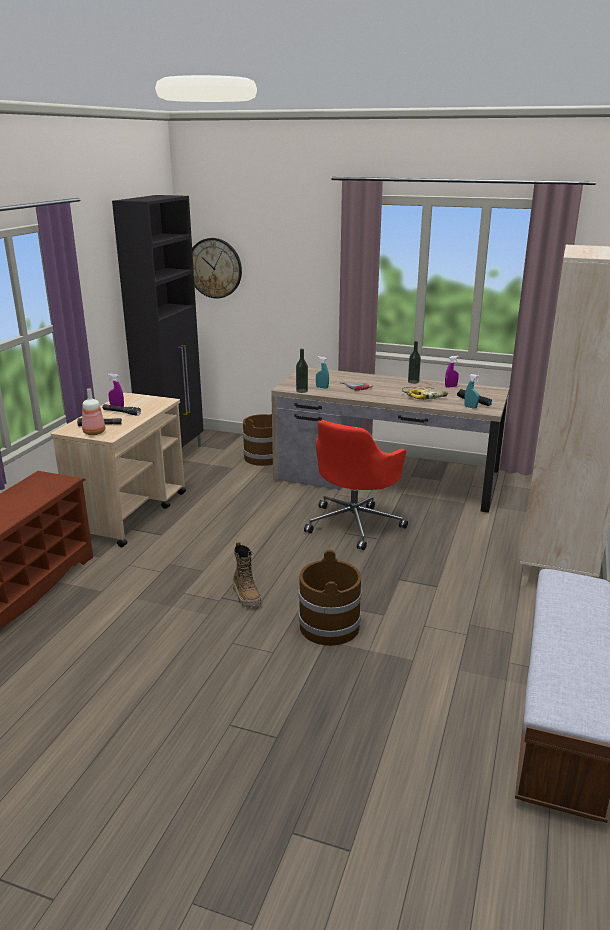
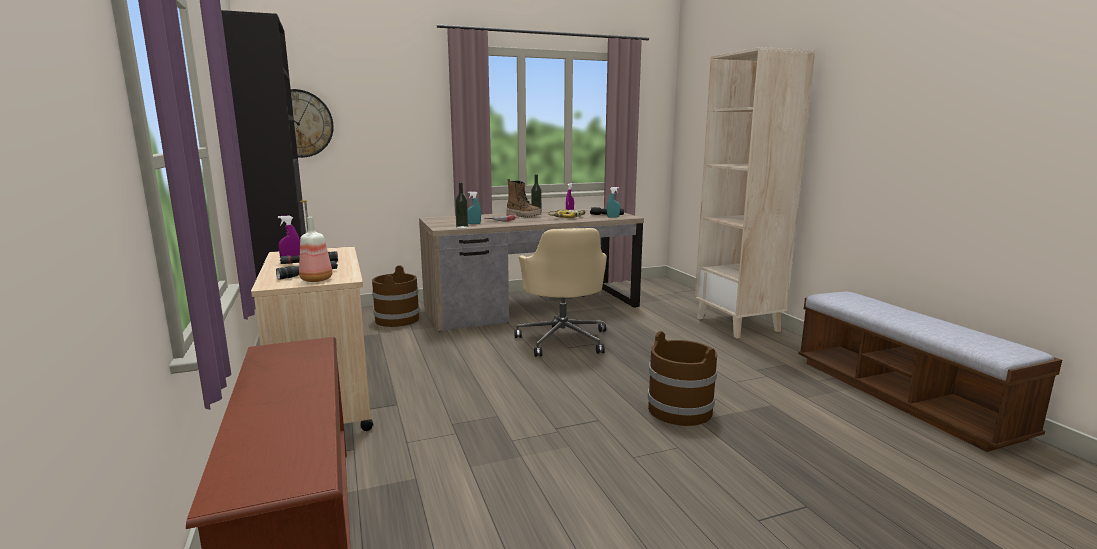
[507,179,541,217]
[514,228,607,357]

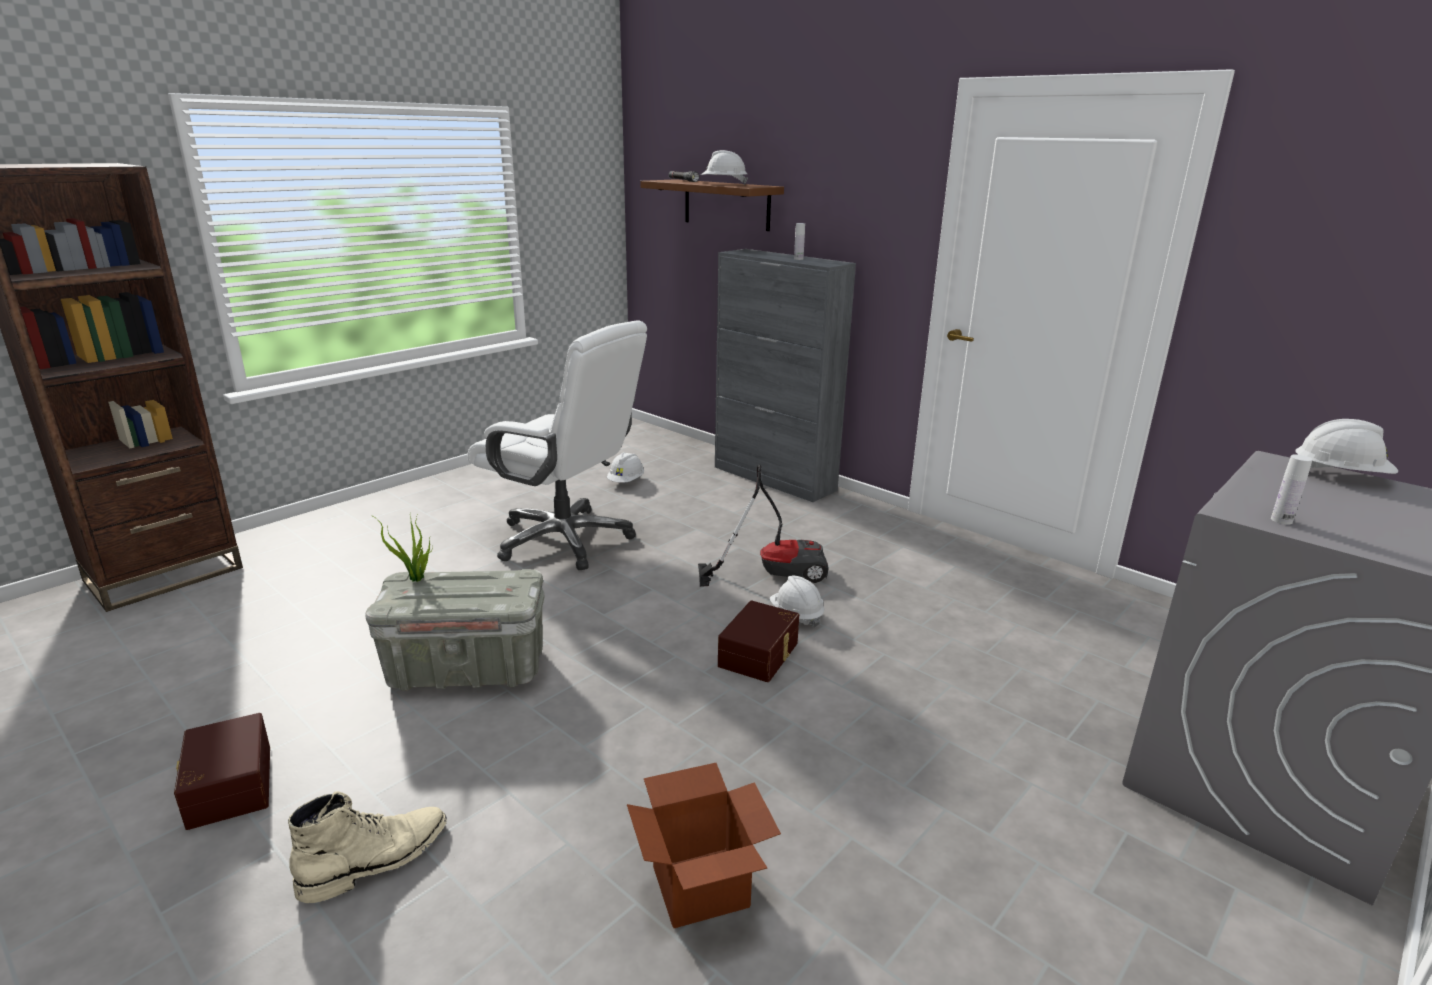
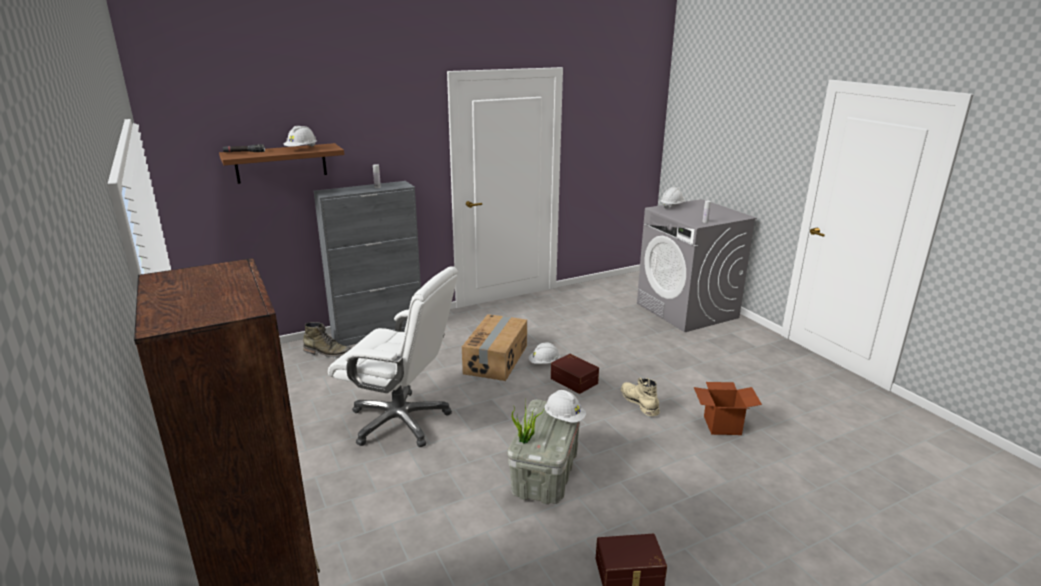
[303,322,351,357]
[328,266,458,447]
[462,314,527,381]
[545,390,586,423]
[621,378,660,416]

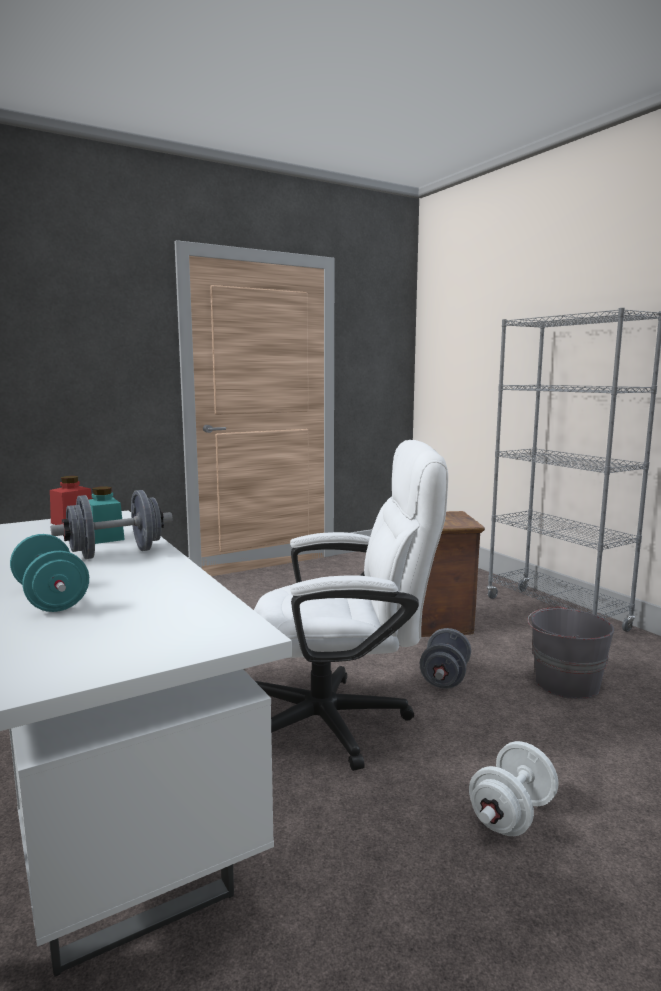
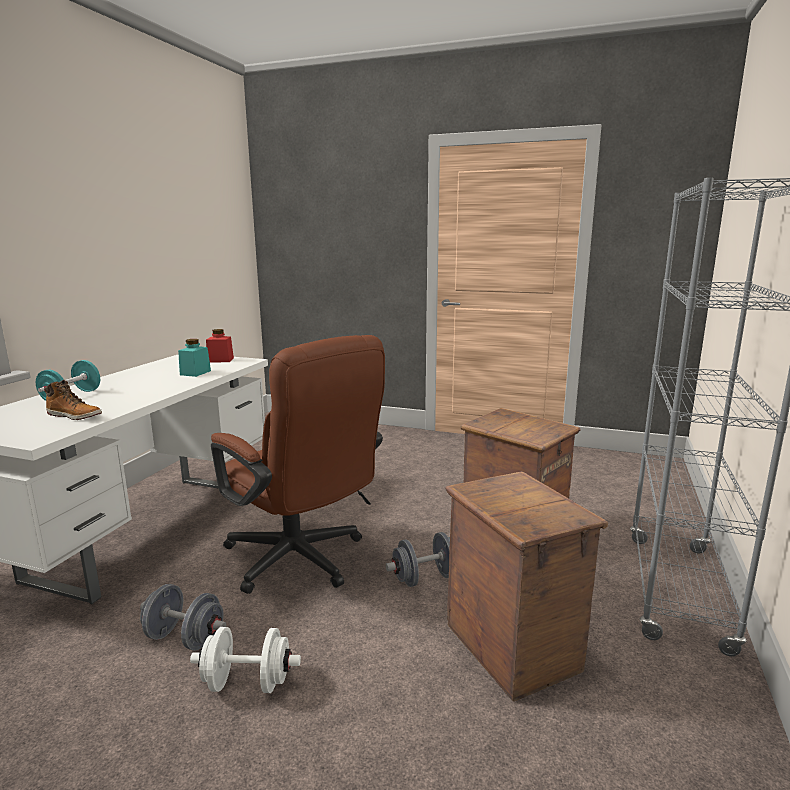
[44,380,102,420]
[140,584,226,650]
[211,335,385,594]
[445,472,608,701]

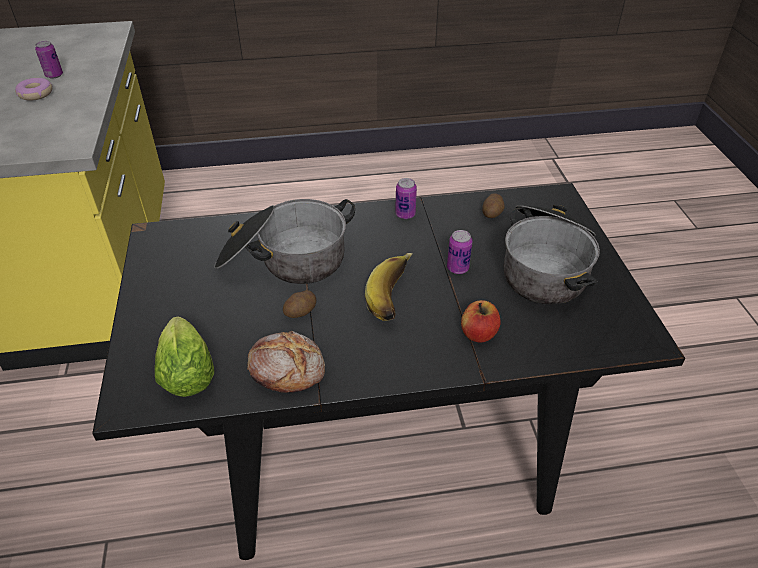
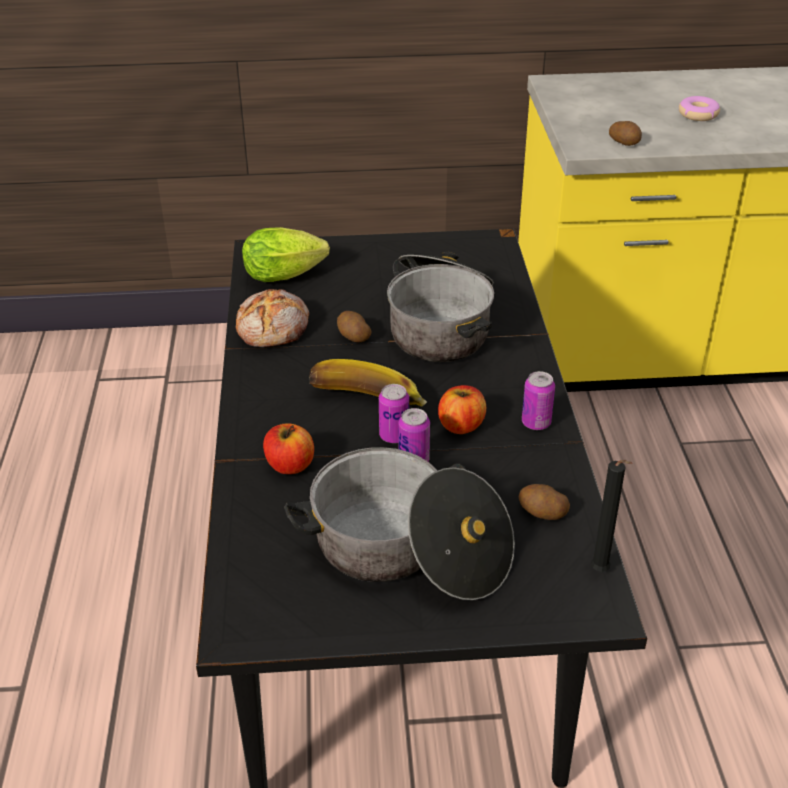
[379,384,409,443]
[438,385,486,434]
[591,460,632,572]
[609,121,642,146]

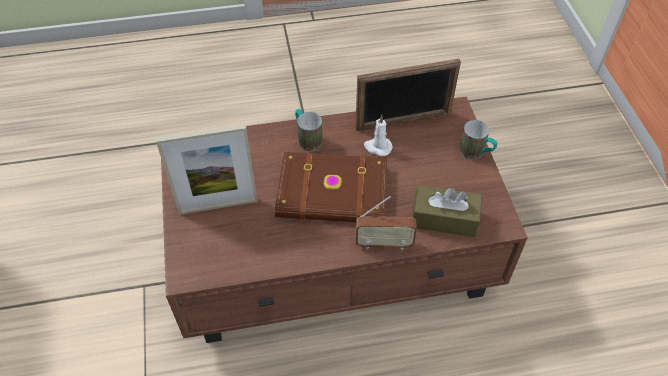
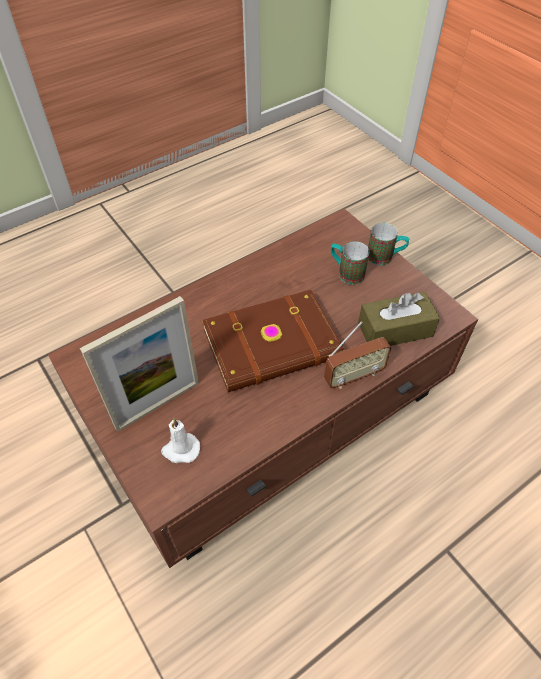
[161,418,200,463]
[331,241,369,285]
[355,59,461,131] (first image)

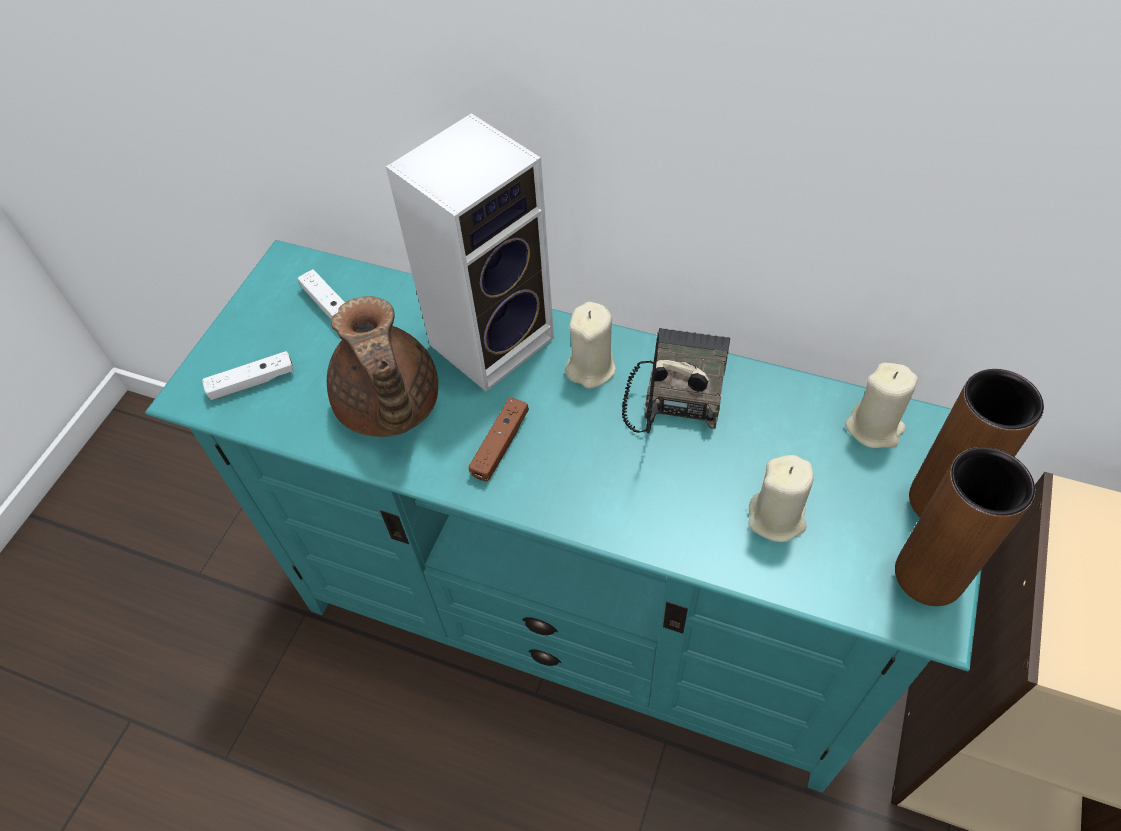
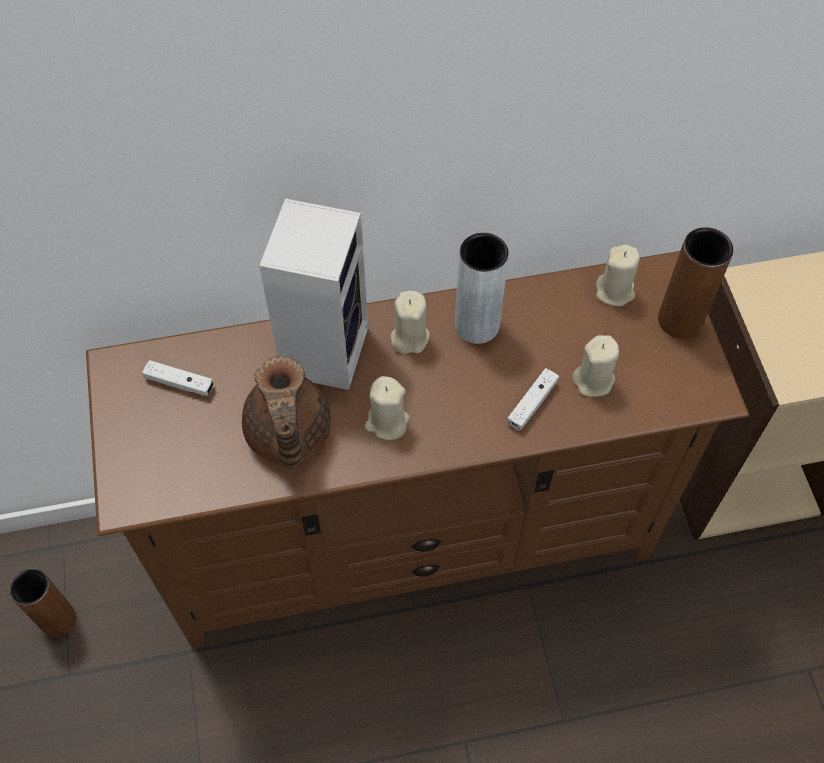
[9,568,76,637]
[86,251,749,648]
[242,356,331,469]
[365,376,409,440]
[455,233,509,344]
[507,368,559,431]

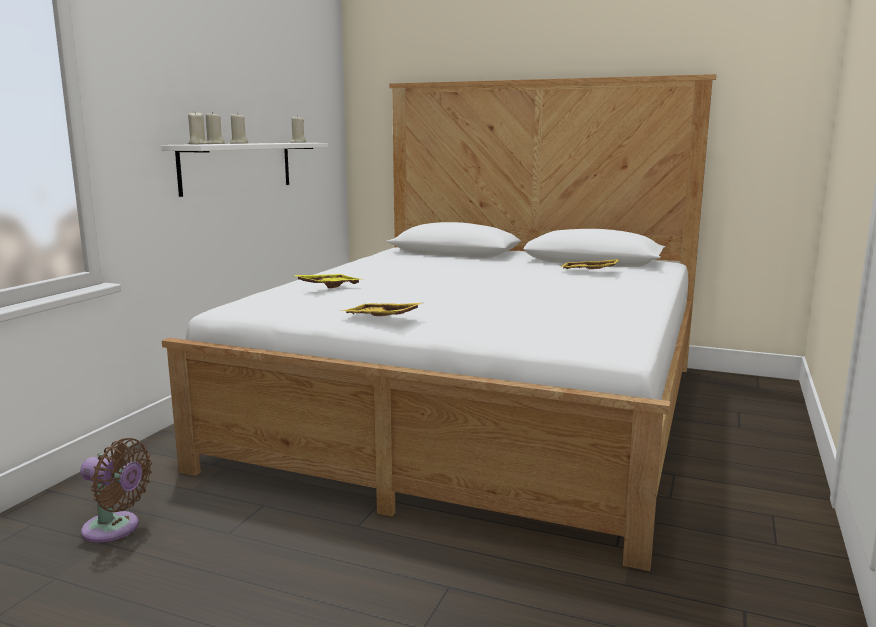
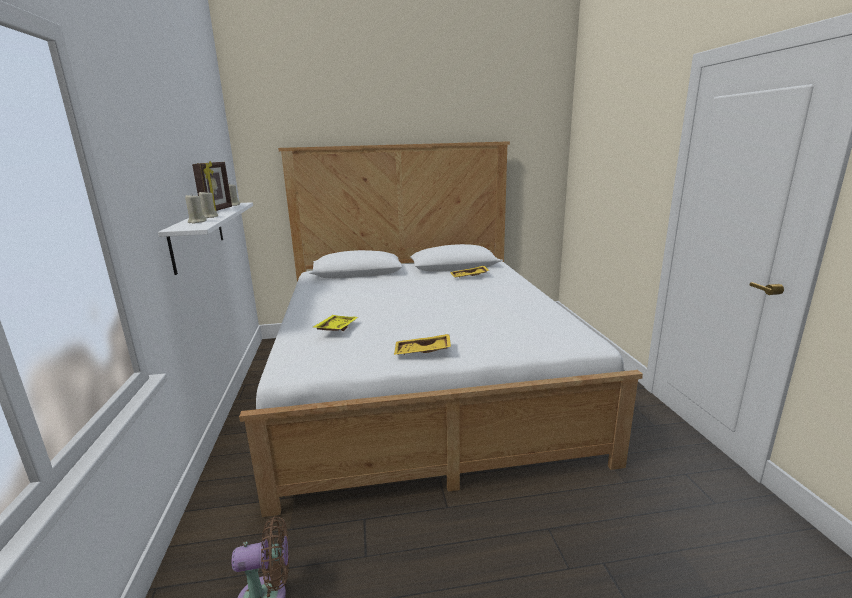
[192,161,232,211]
[188,113,207,144] (first image)

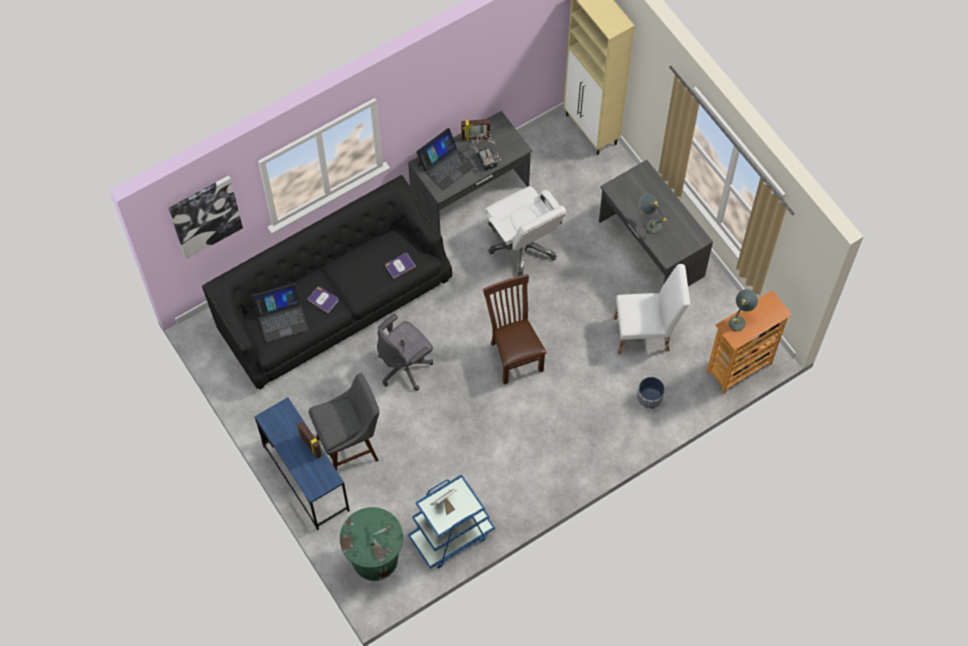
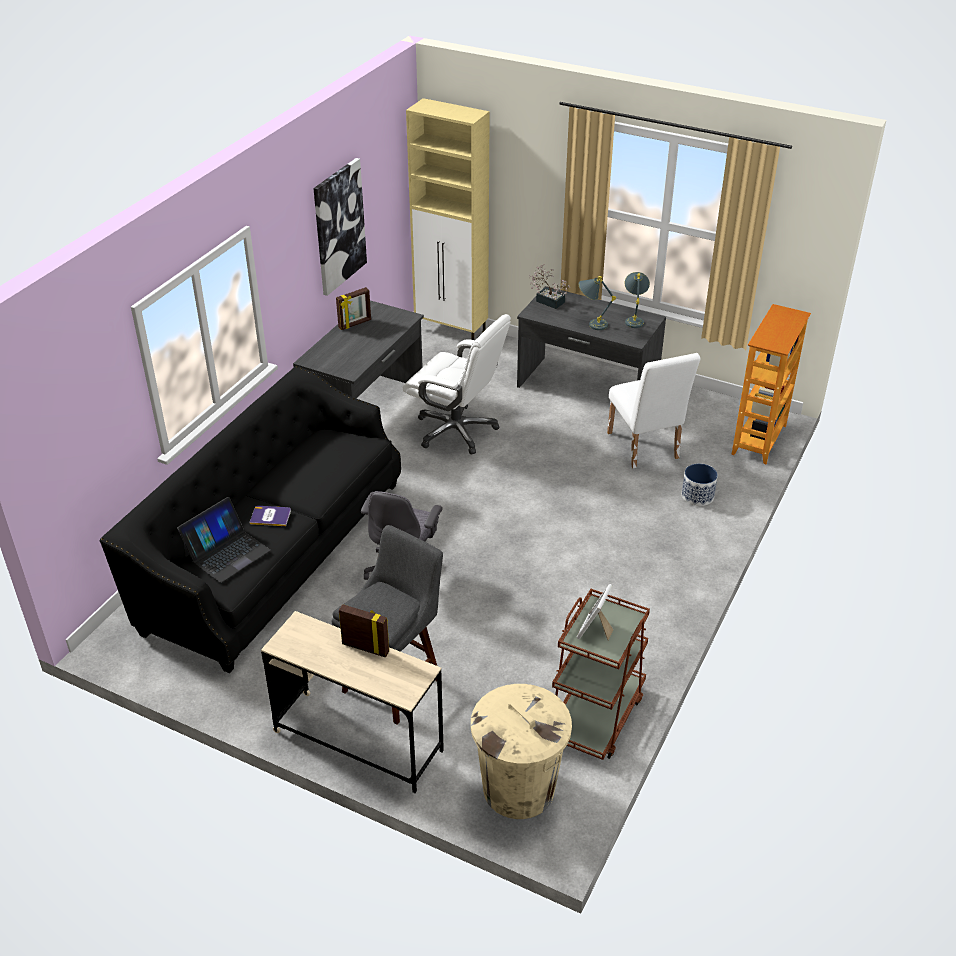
[261,611,444,793]
[313,158,367,296]
[471,684,572,819]
[529,264,571,309]
[552,589,650,760]
[607,353,701,468]
[624,272,650,328]
[385,253,416,279] (first image)
[416,128,475,190] (first image)
[483,274,547,384] (first image)

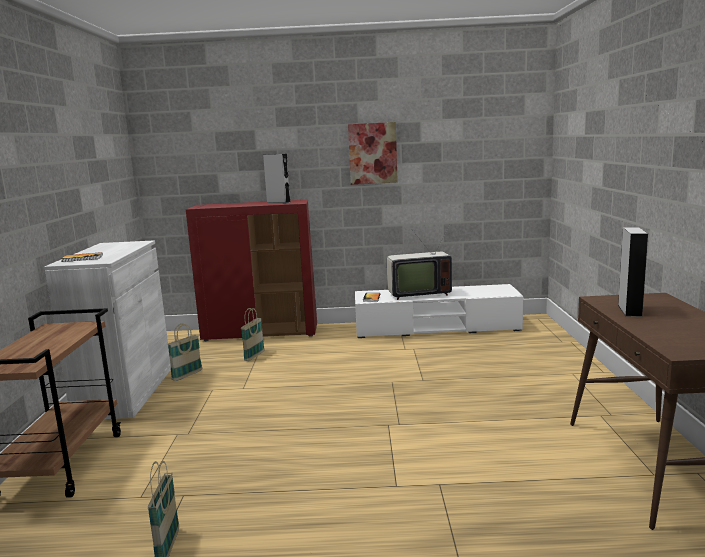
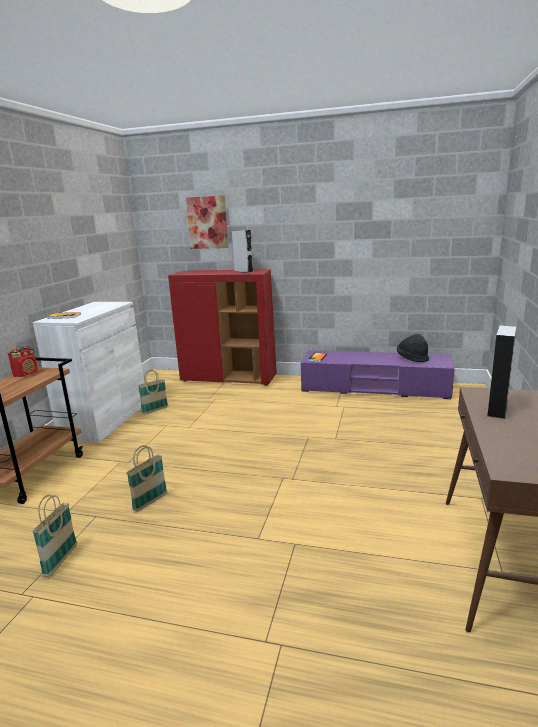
[8,346,38,377]
[126,445,167,512]
[186,195,228,249]
[301,350,454,399]
[397,334,429,363]
[387,224,452,300] (first image)

